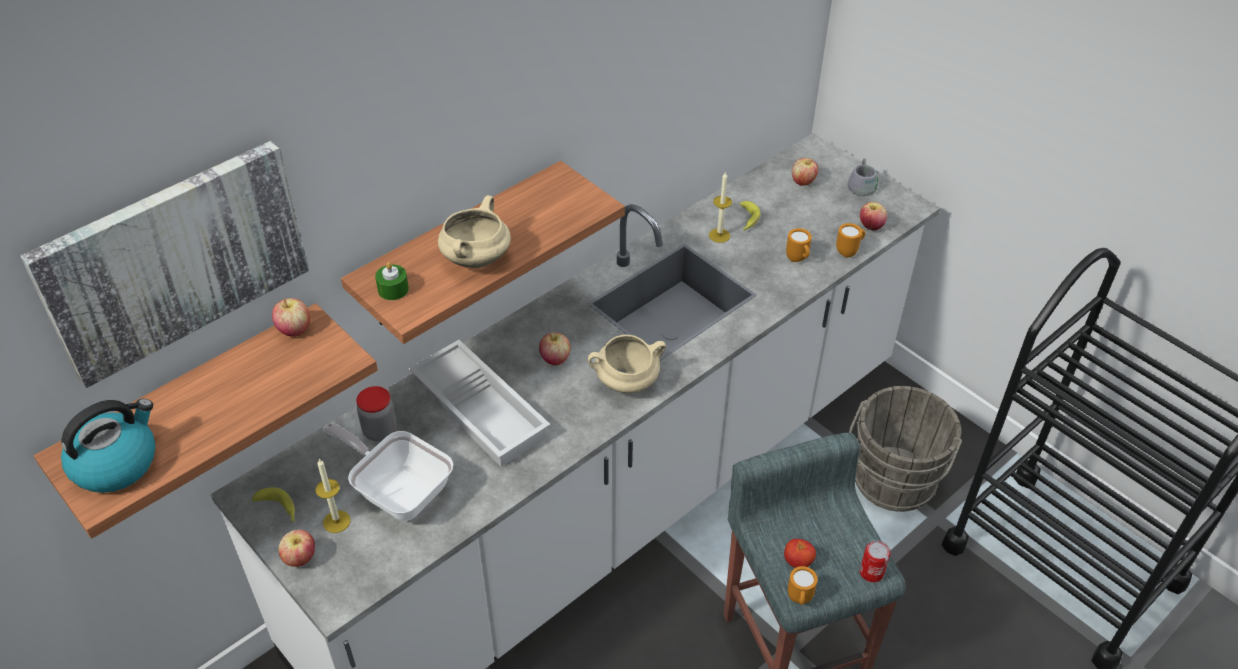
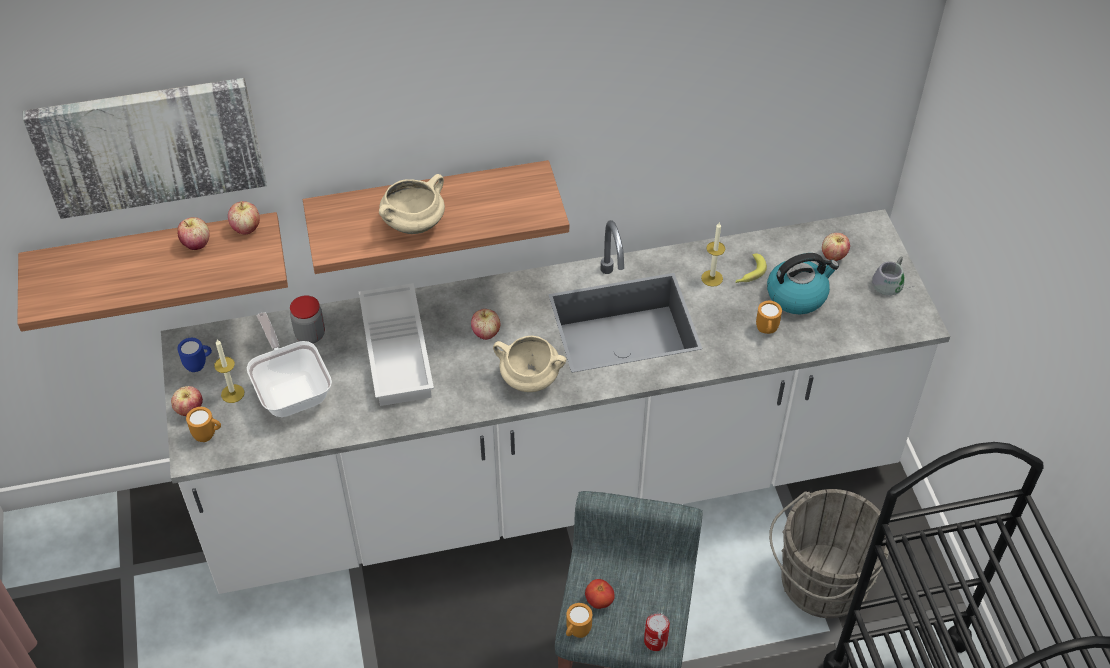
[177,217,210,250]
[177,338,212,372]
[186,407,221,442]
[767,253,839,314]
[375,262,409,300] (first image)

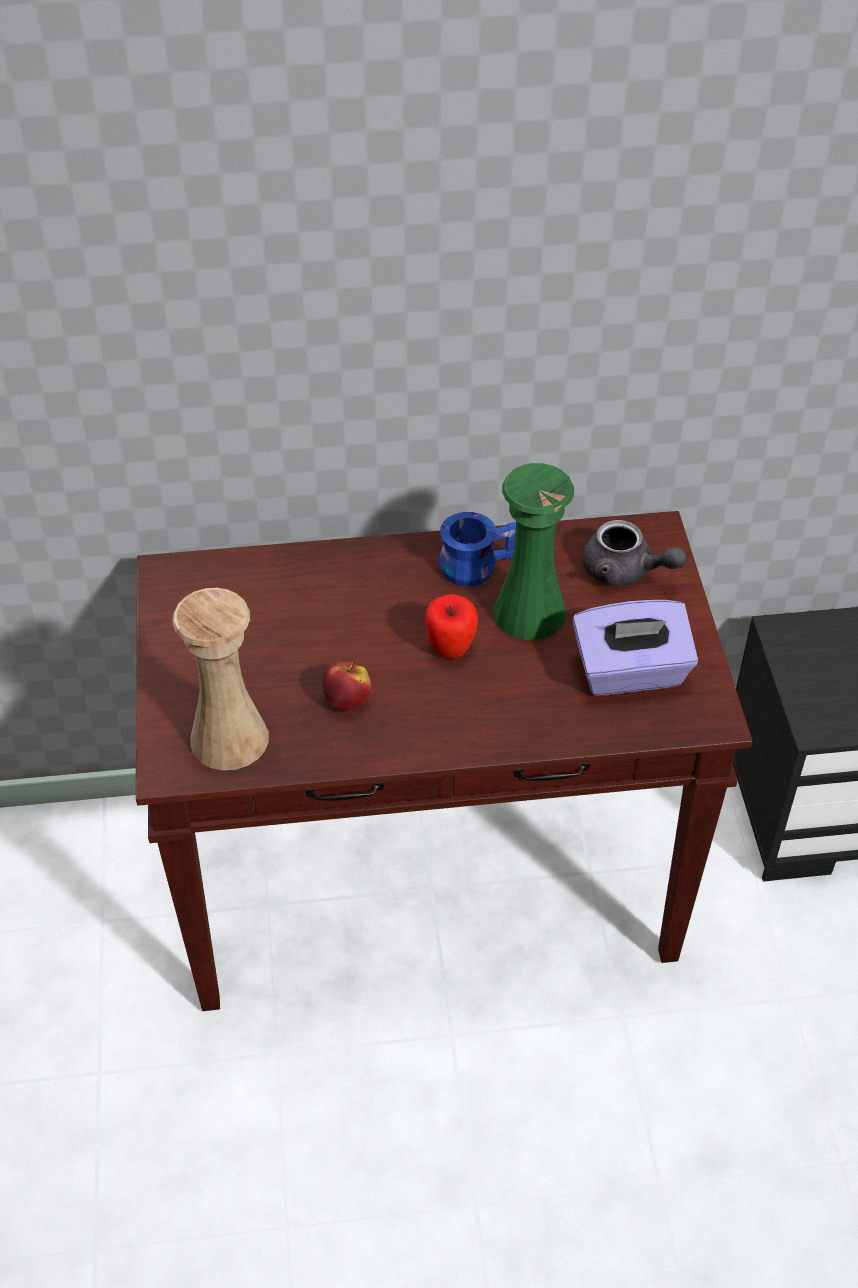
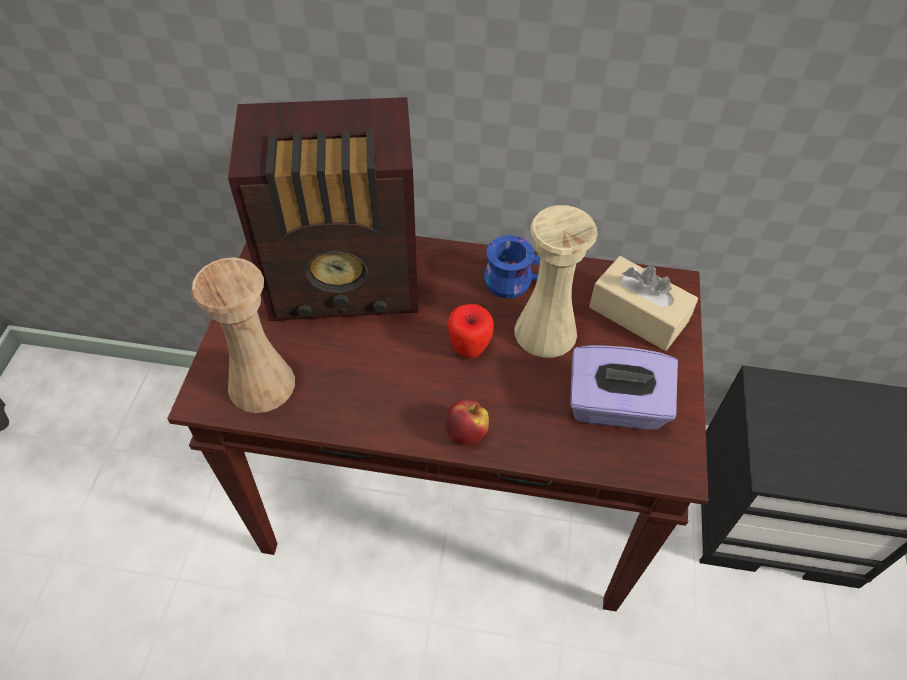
[228,97,418,321]
[445,399,489,445]
[514,205,598,358]
[589,256,698,351]

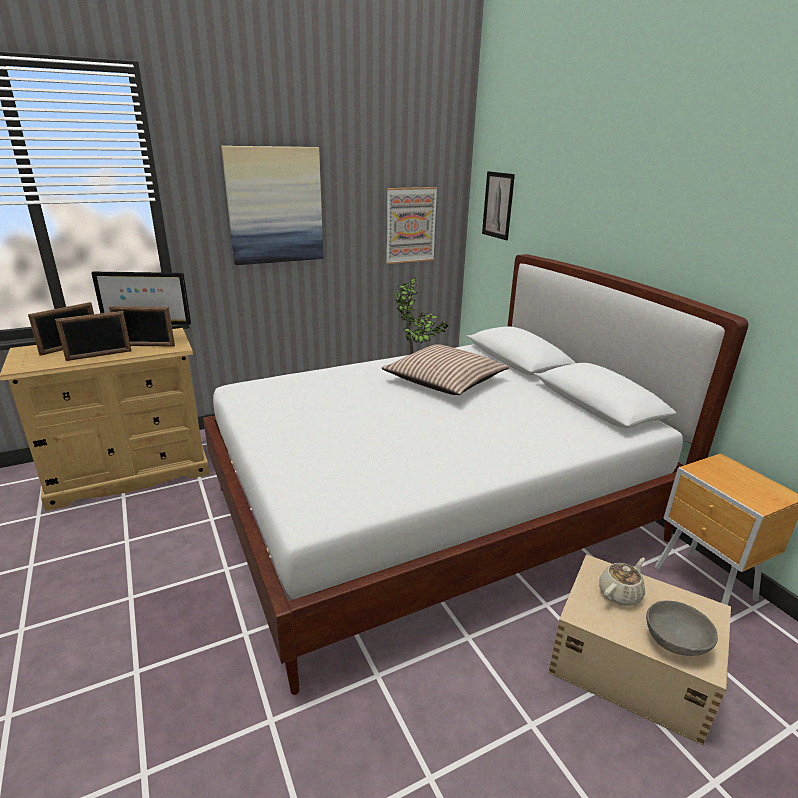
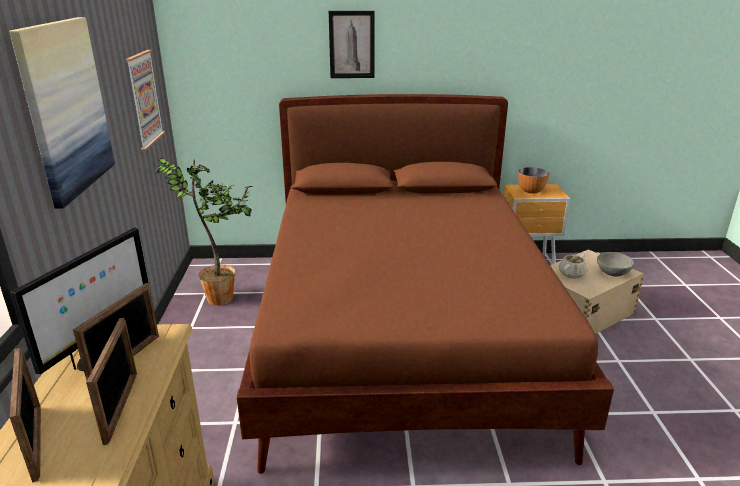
[237,94,614,474]
[329,11,375,78]
[518,167,549,194]
[559,252,587,278]
[382,344,509,395] (first image)

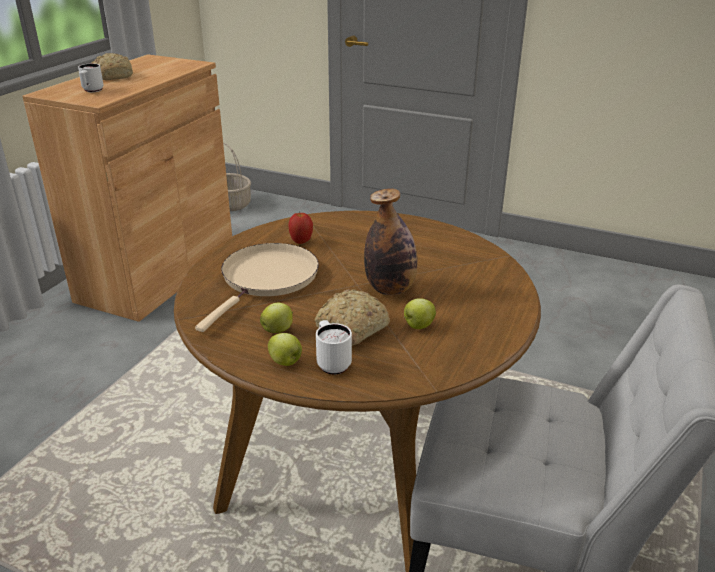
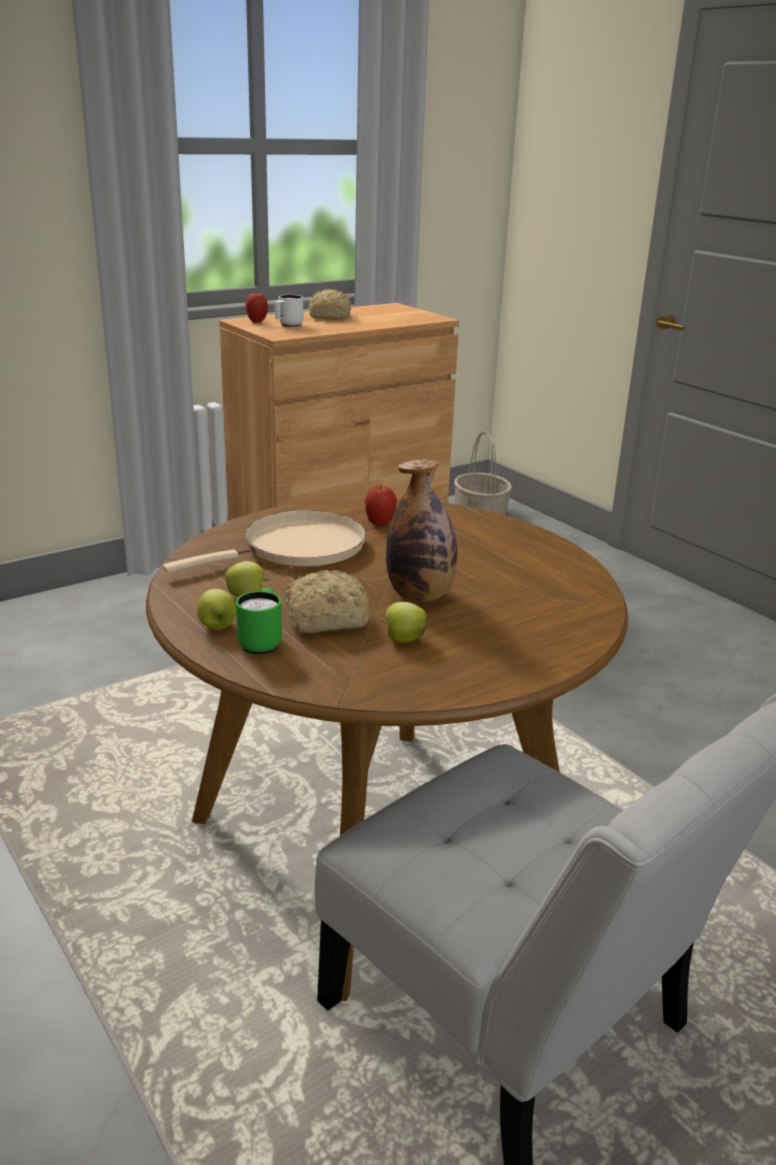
[236,588,282,655]
[245,293,268,323]

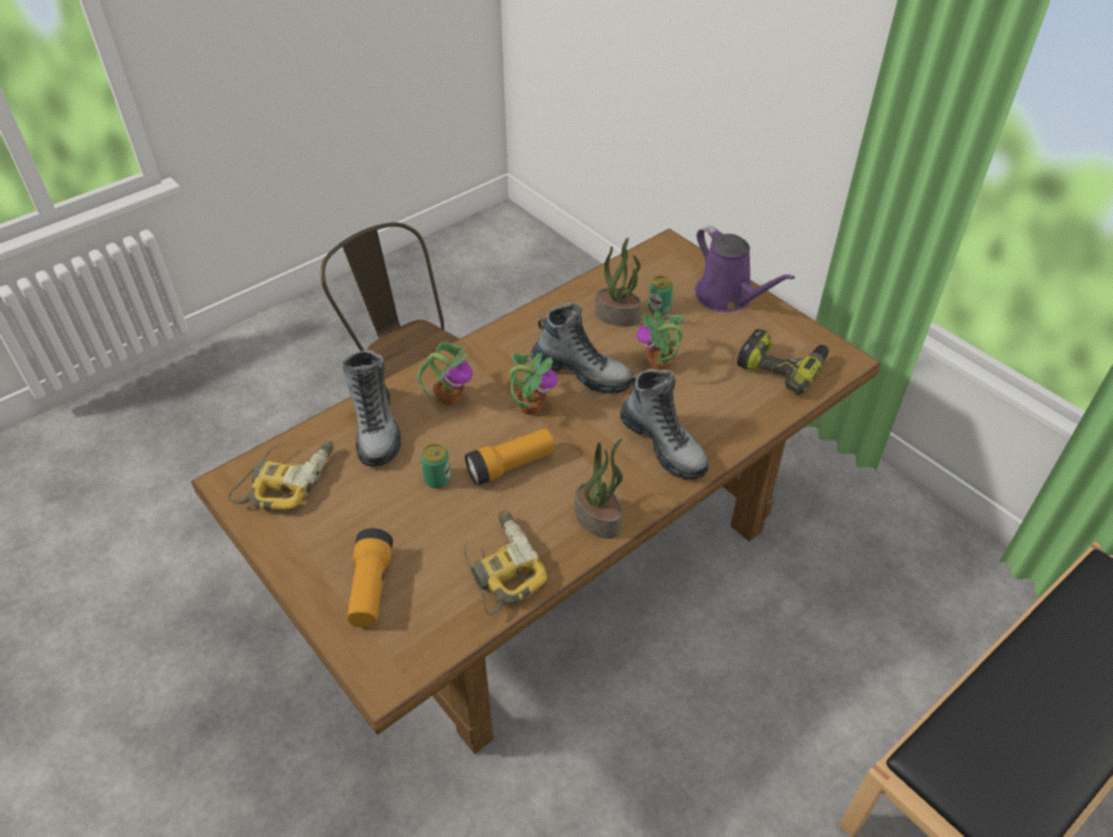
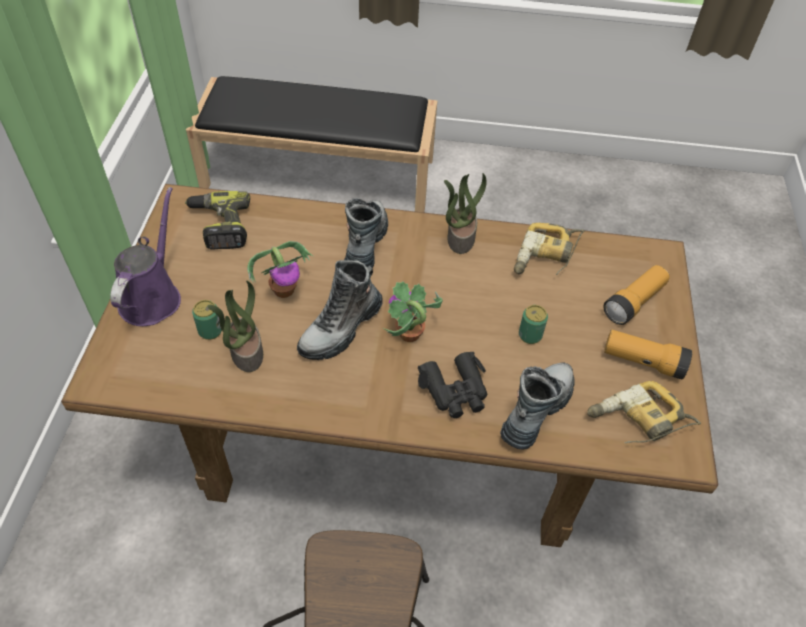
[297,260,383,360]
[418,352,487,418]
[604,330,692,380]

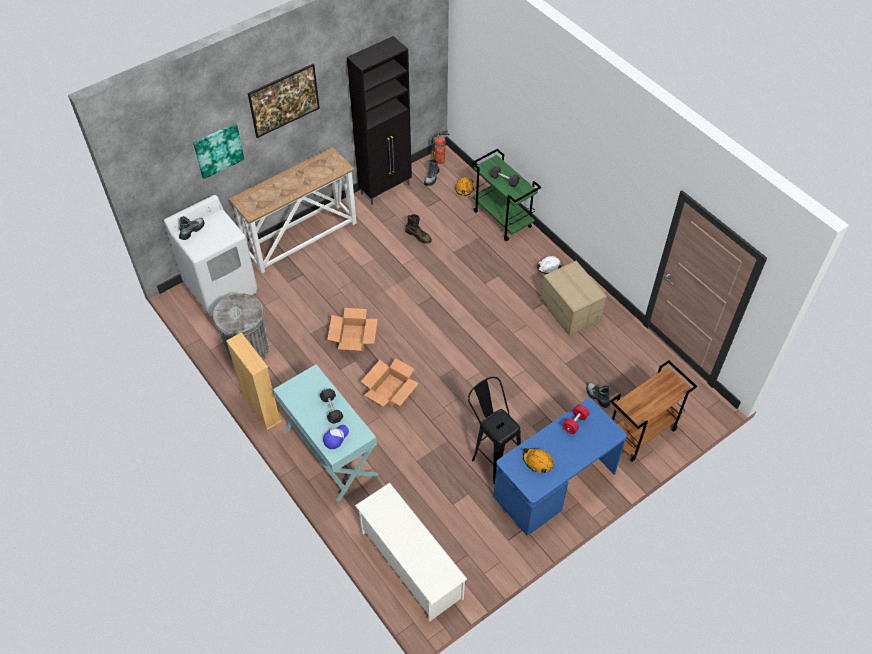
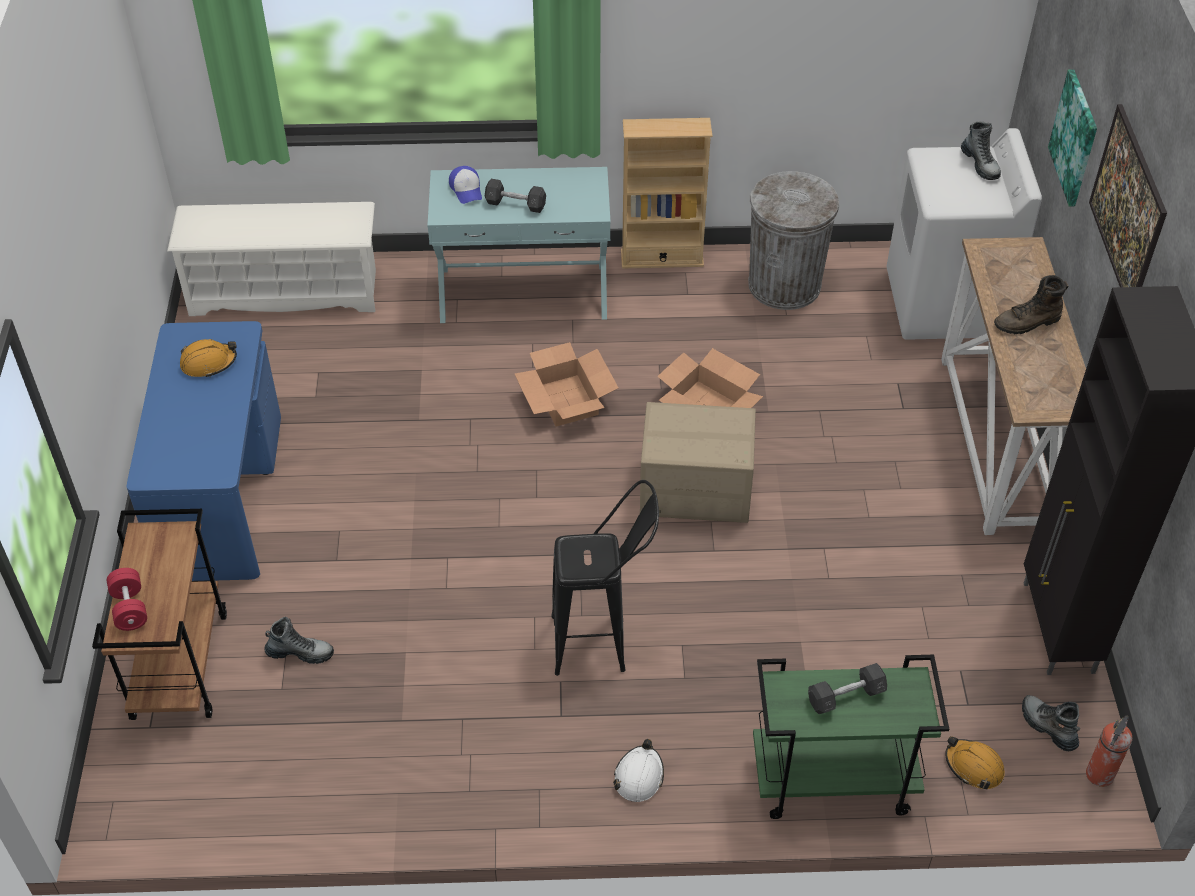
[107,568,147,631]
[551,480,659,676]
[640,402,756,523]
[994,275,1068,334]

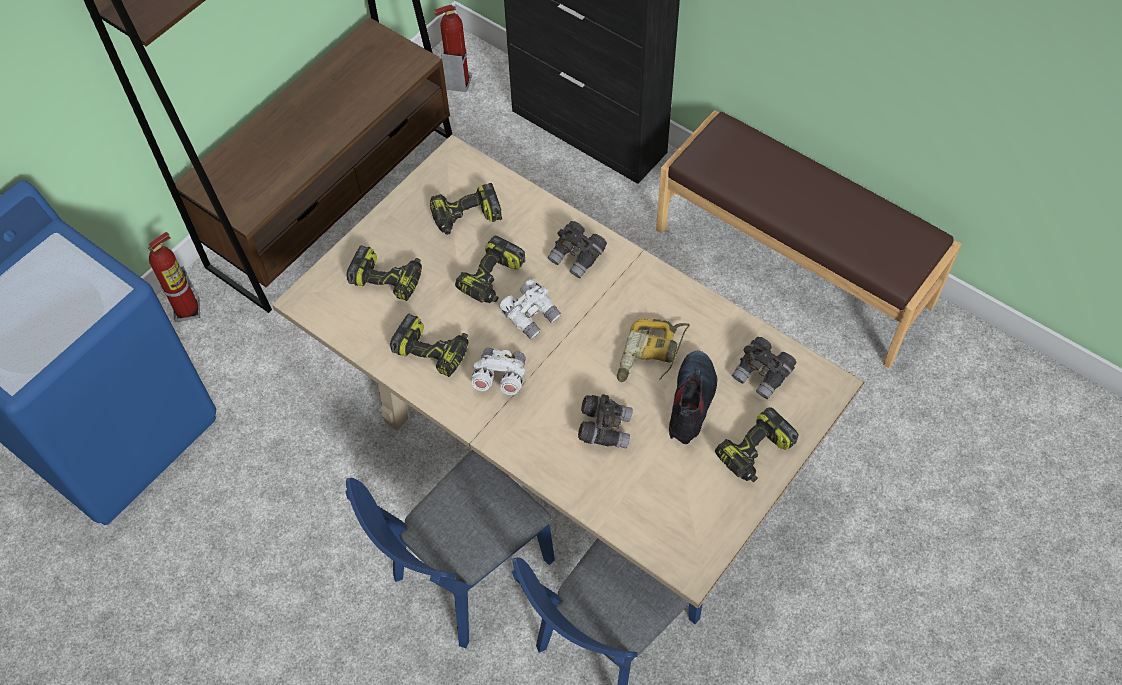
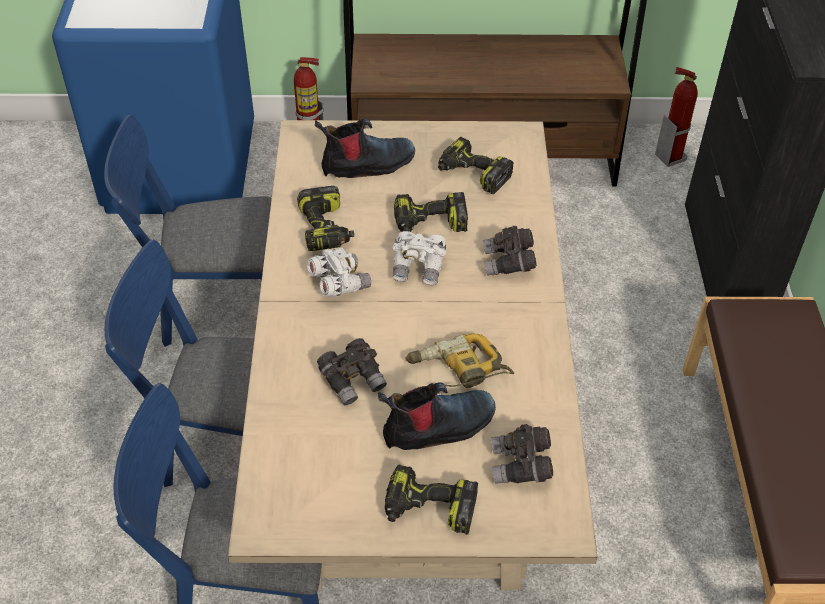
[104,115,272,347]
[315,118,415,178]

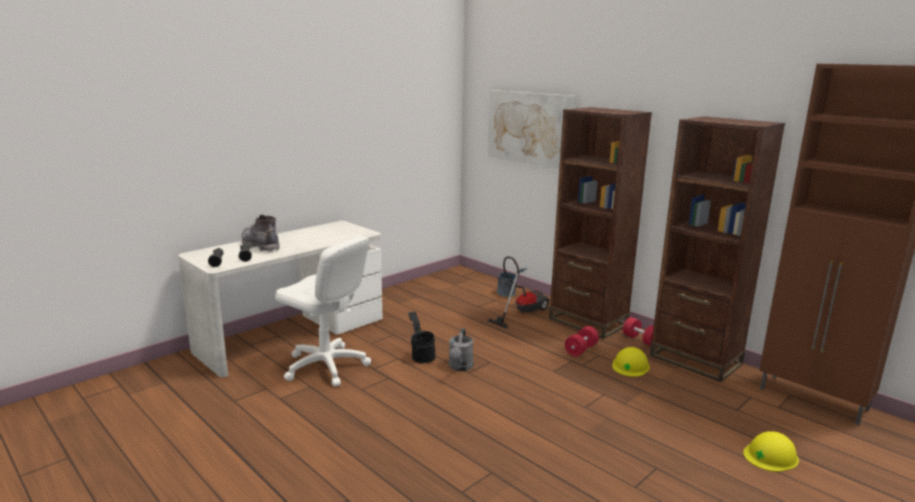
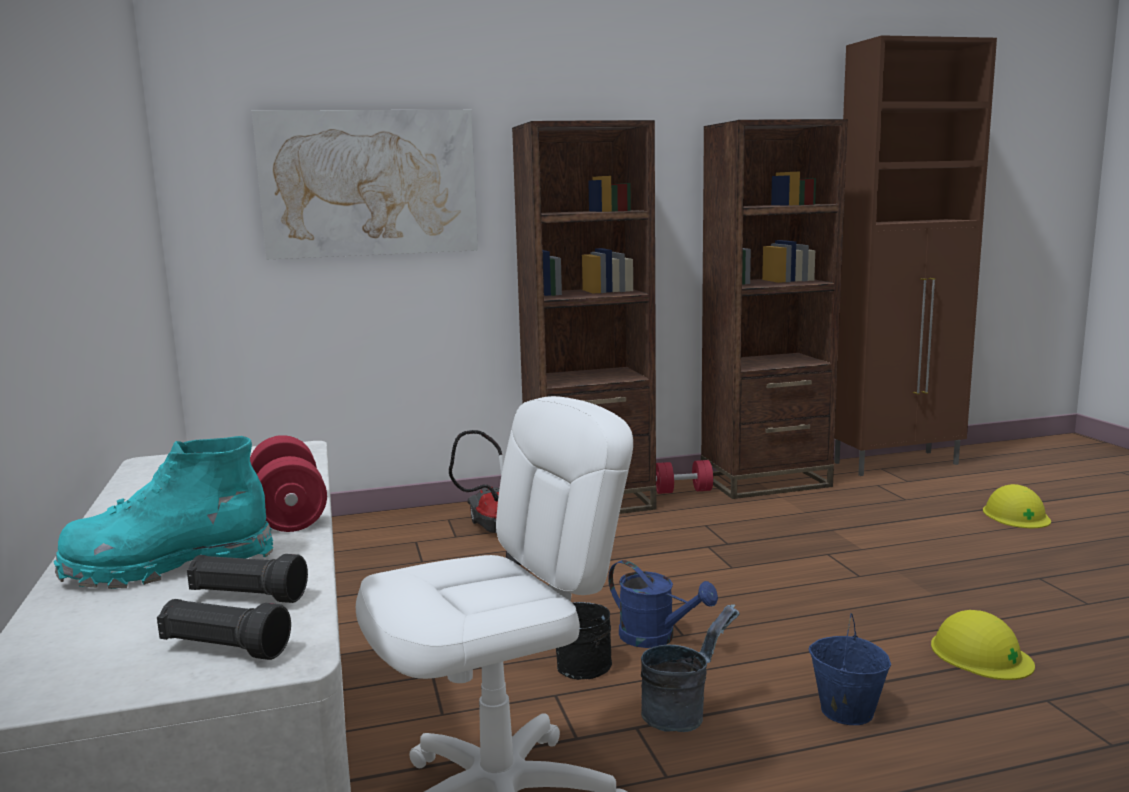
[53,436,273,589]
[250,435,327,532]
[608,560,718,648]
[641,604,740,732]
[808,613,891,725]
[931,610,1035,680]

